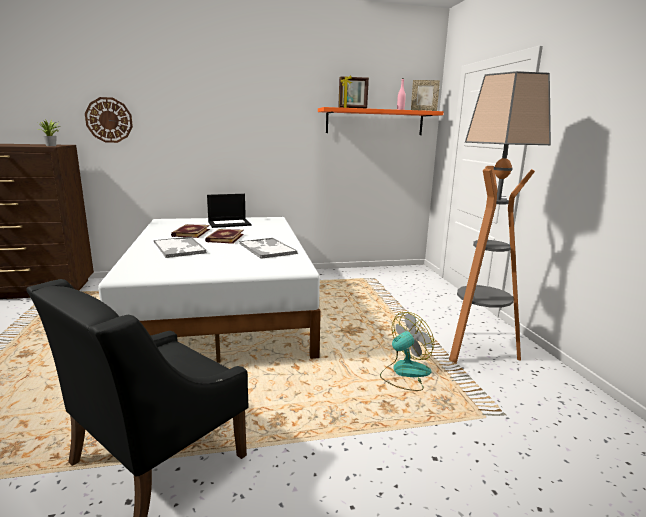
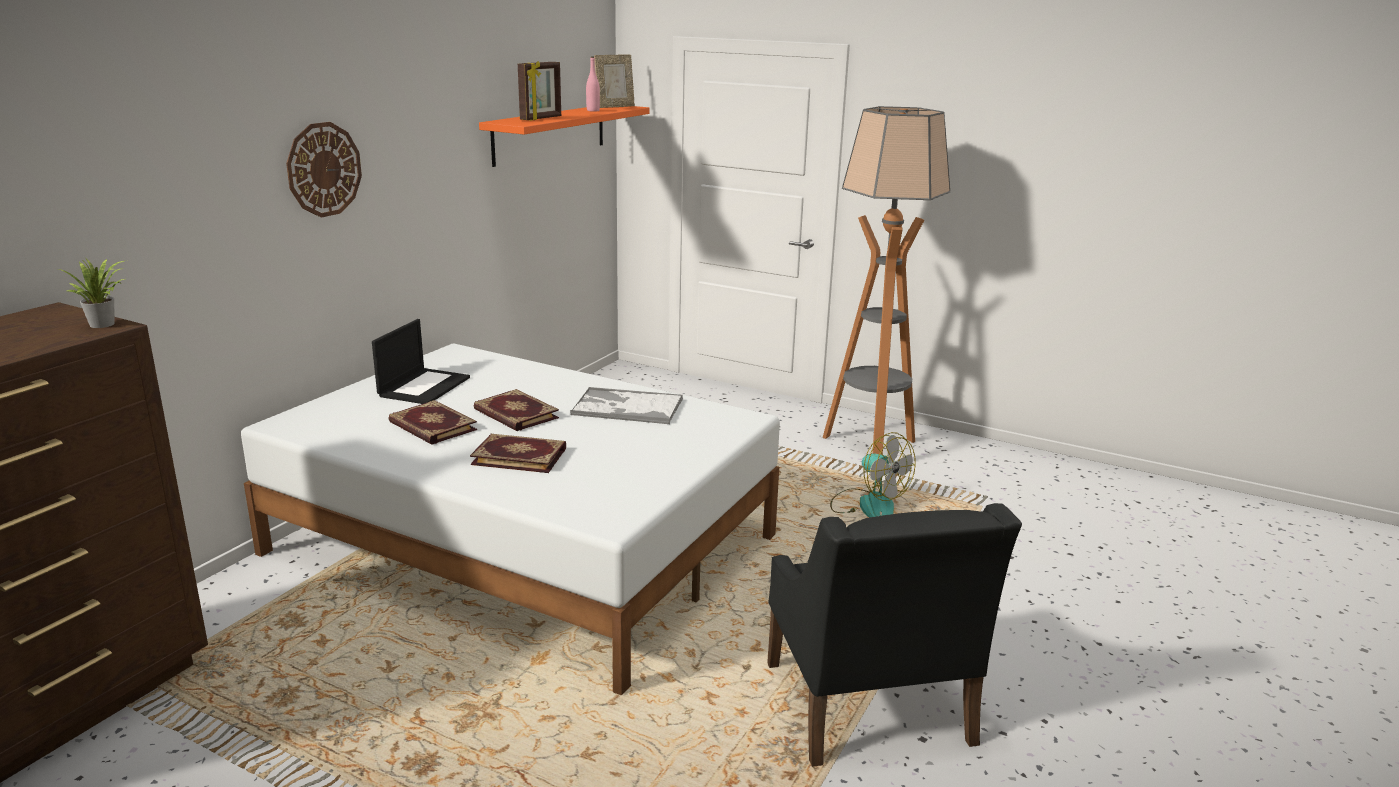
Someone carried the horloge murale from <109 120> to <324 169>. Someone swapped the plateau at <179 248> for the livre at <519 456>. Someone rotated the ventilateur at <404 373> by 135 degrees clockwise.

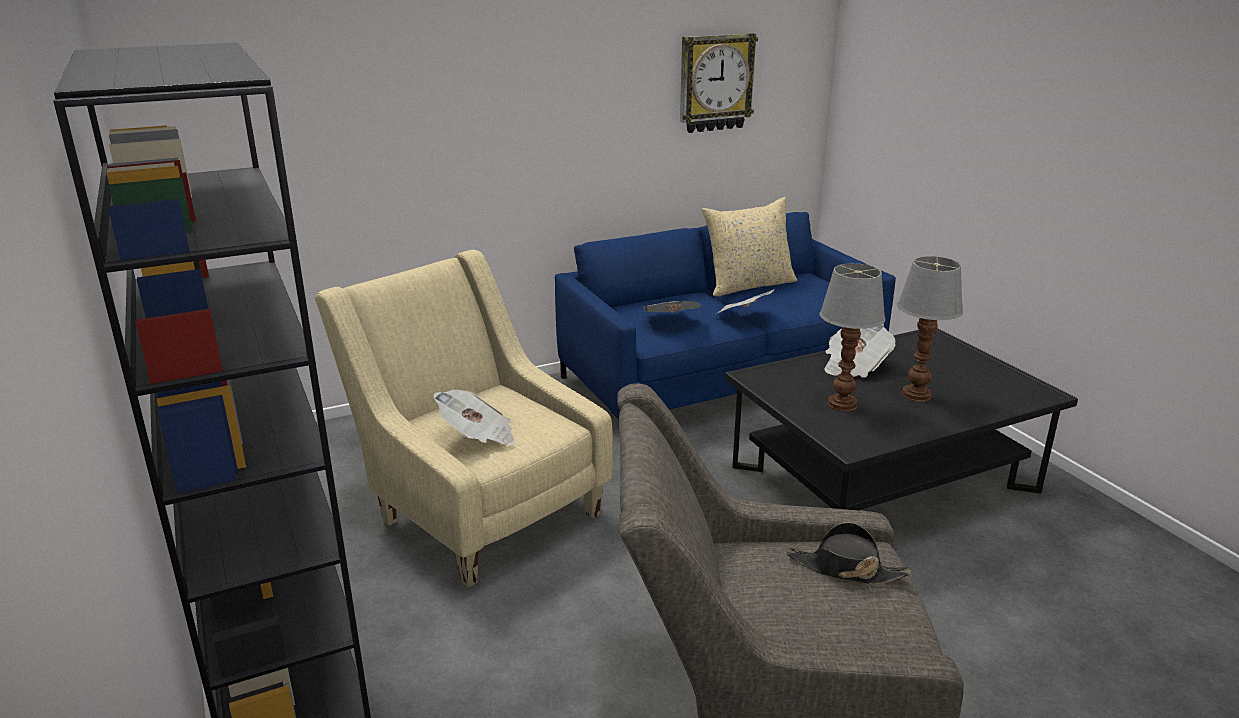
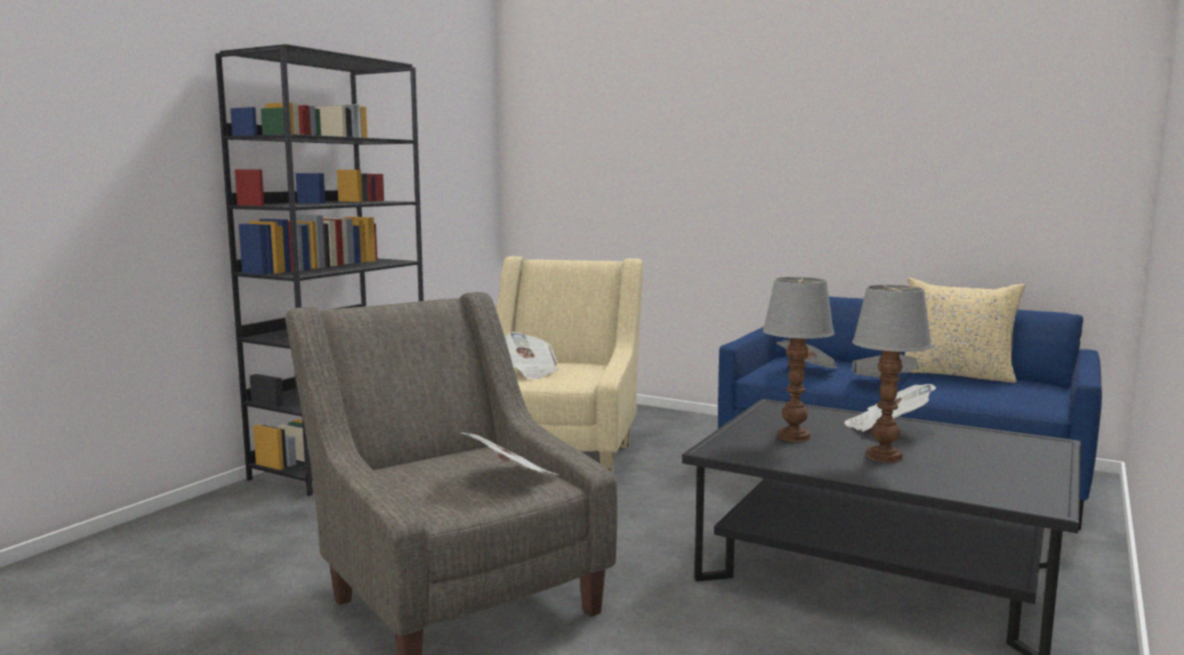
Someone took away the horloge murale at <715 83>. Someone swapped the chapeau [noir] at <846 569> for the journal at <510 479>.

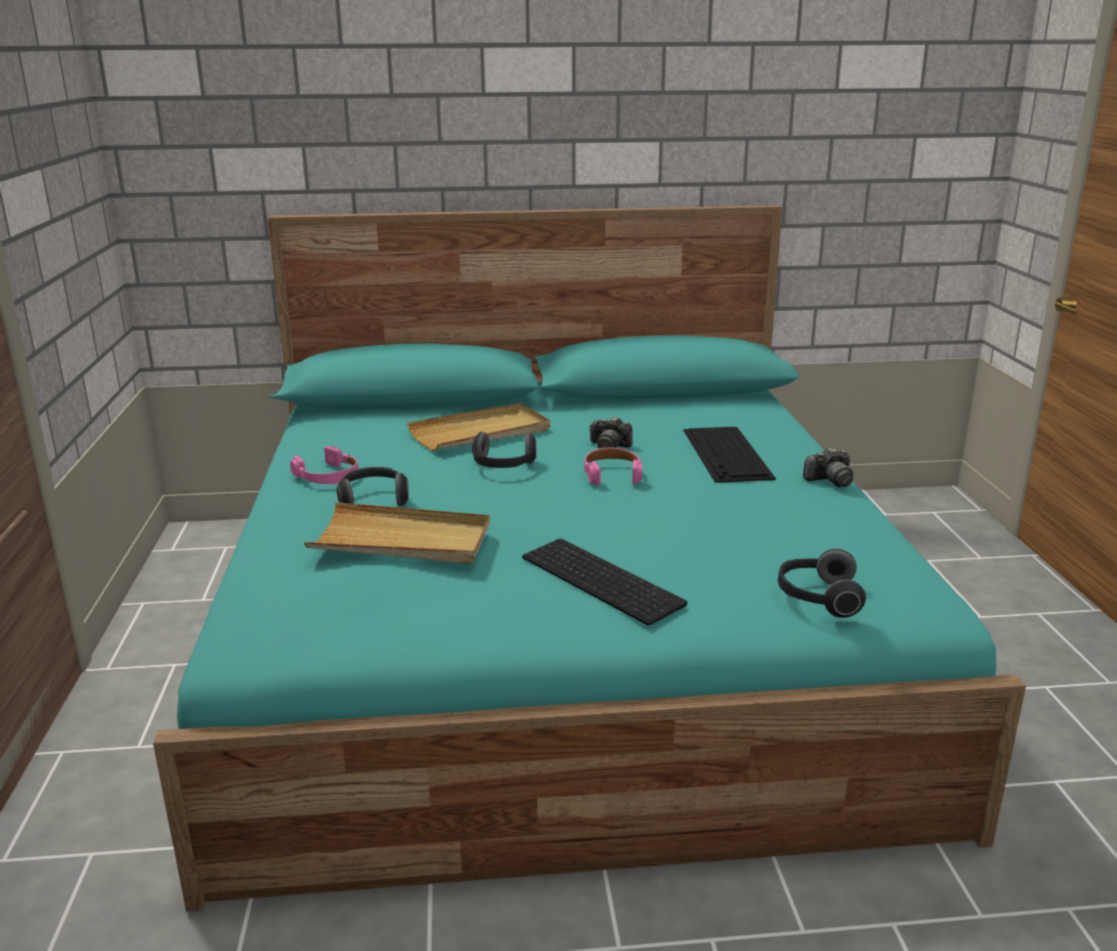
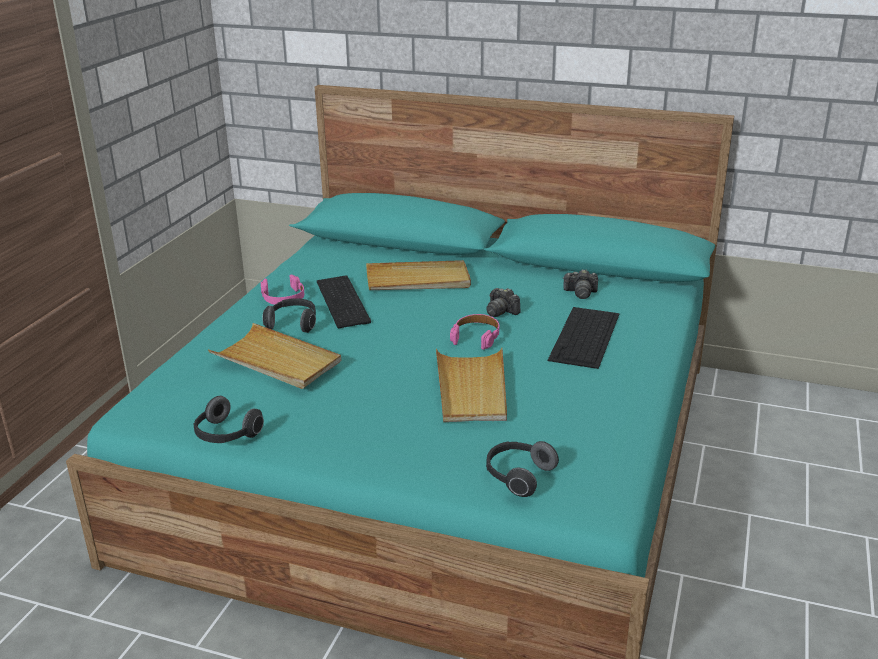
Someone carried the casque audio from <503 467> to <226 435>. Someone carried the appareil photo from <830 480> to <580 293>. Someone carried the clavier from <605 580> to <345 301>. Someone put down the plateau [beige] at <471 389>.

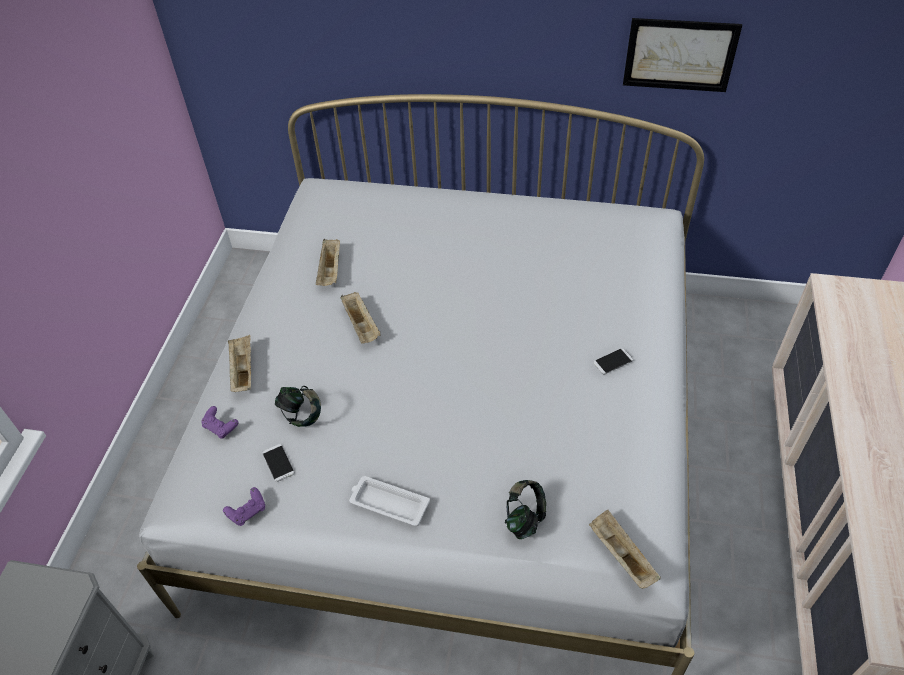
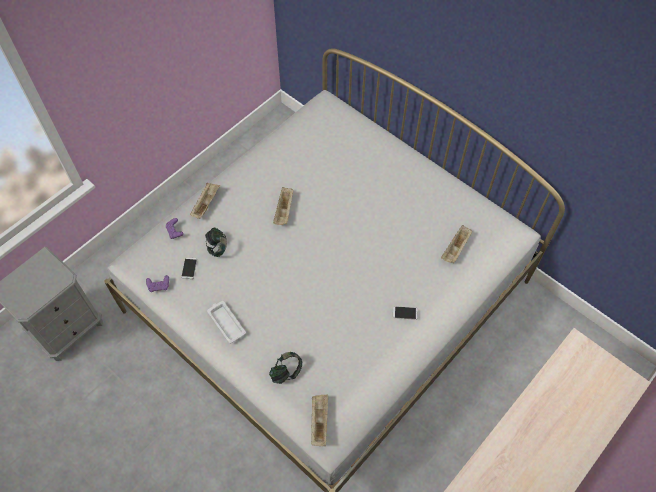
Someone took away the tableau at <680 55>. Someone carried the plateau [beige] from <330 271> to <455 249>.

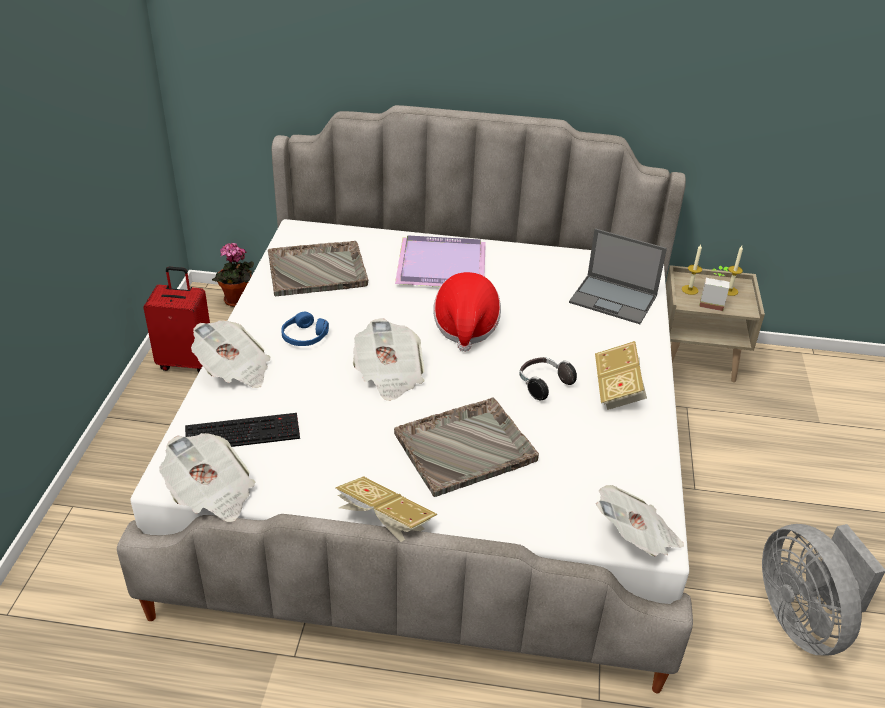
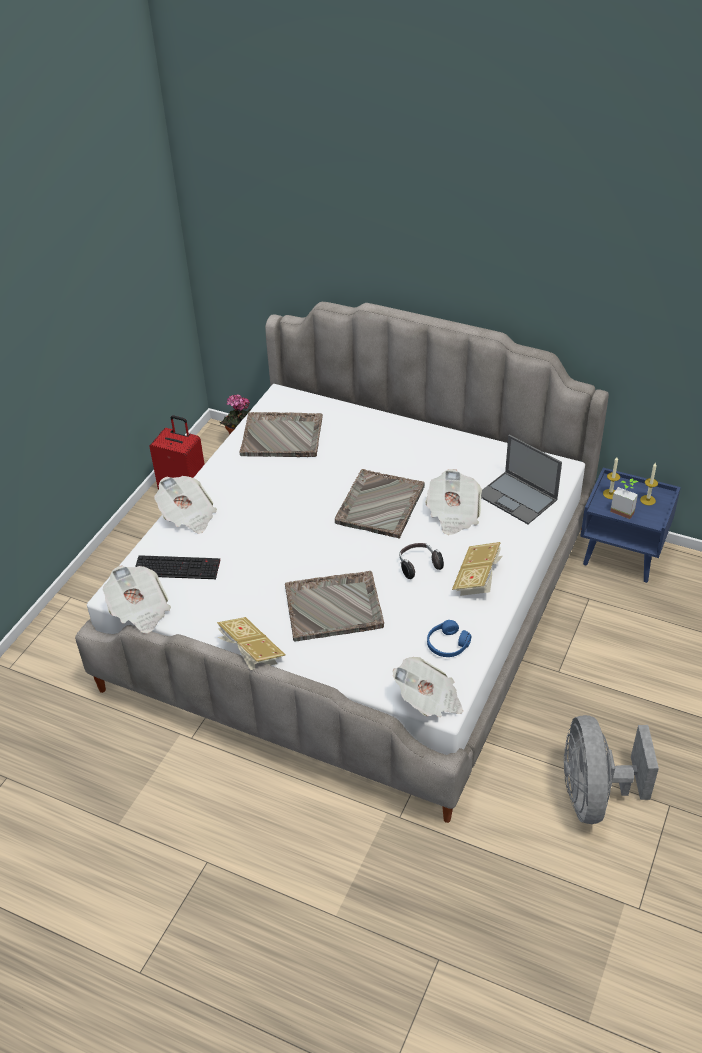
Someone took away the plateau [violet] at <440 264>. Someone repainted the table de chevet [beige] at <698 359>, which became the table de chevet [bleu] at <623 555>. Someone swapped the chapeau at <465 327> for the plateau [gris] at <379 505>. Someone carried the casque audio [bleu] from <304 336> to <447 644>. Someone carried the journal from <389 375> to <453 514>.

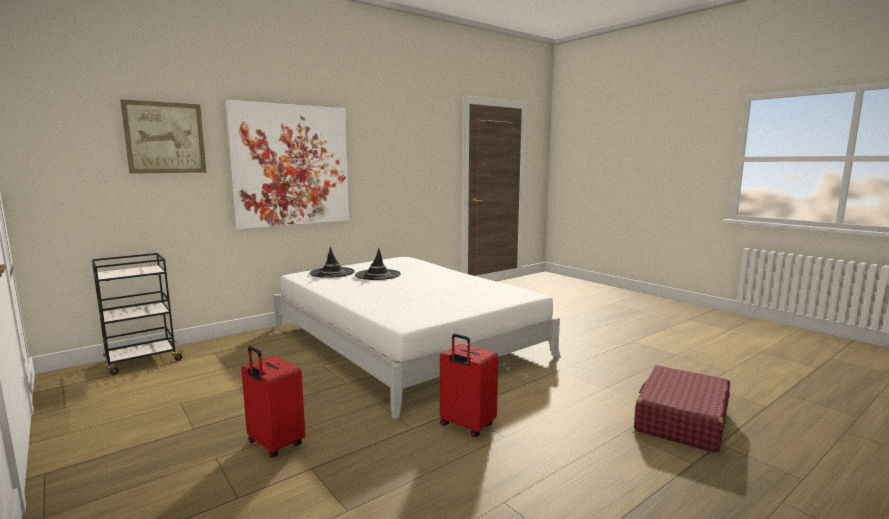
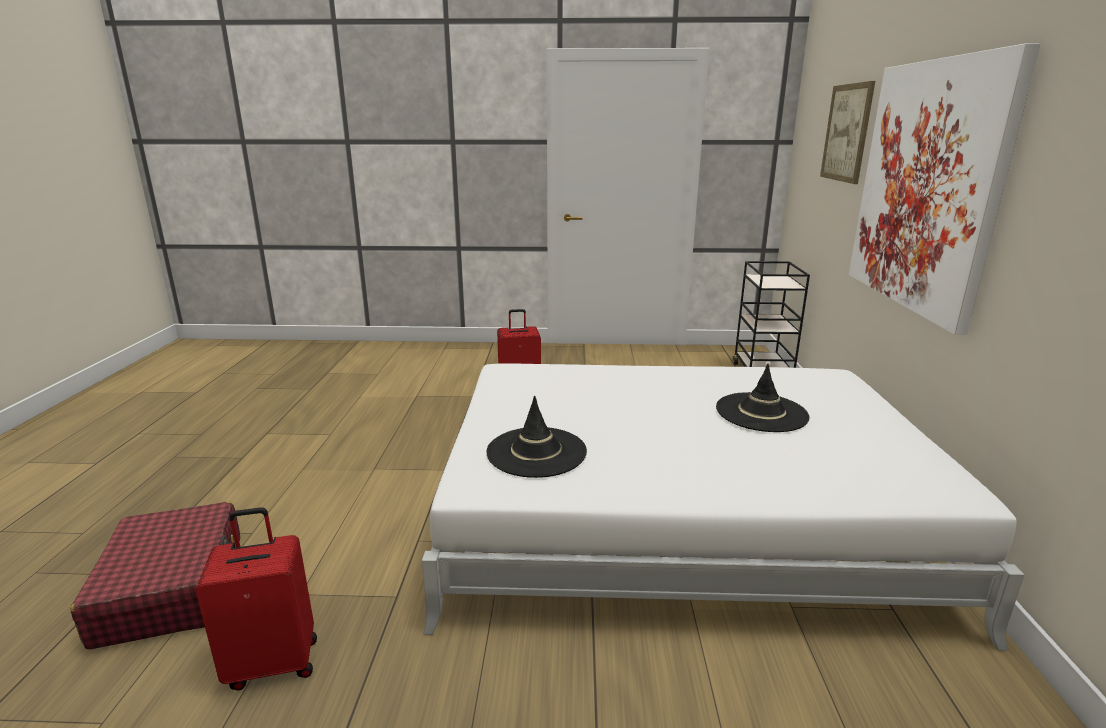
Someone carried the chapeau [noir] from <332 273> to <536 452>. Someone carried the valise [rouge] from <466 426> to <274 662>.

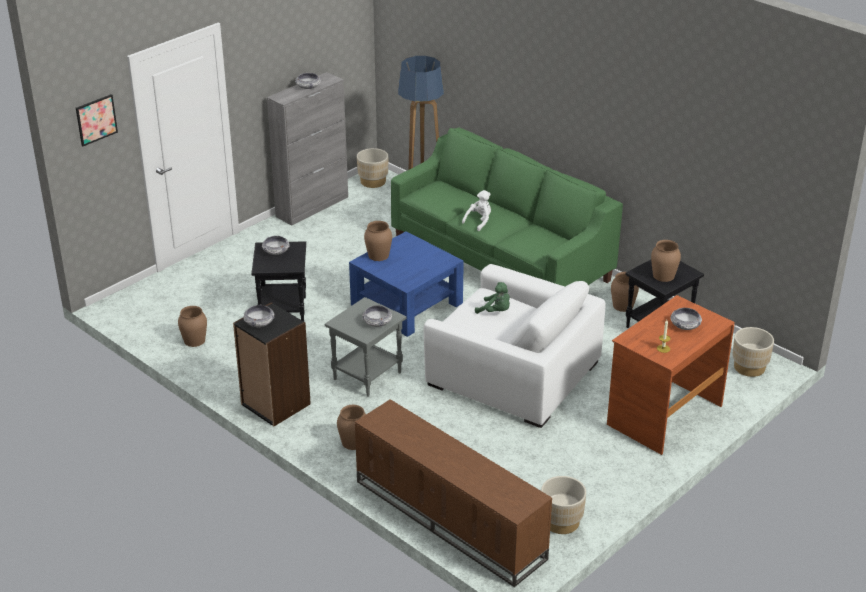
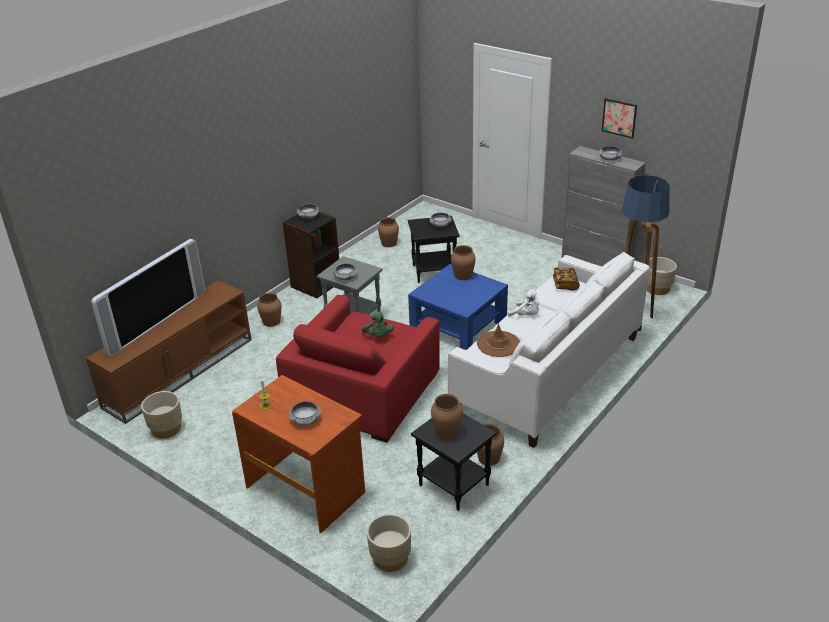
Someone carried the tableau from <96 119> to <619 118>. Someone repainted the canapé [vert] at <501 260>, which became the canapé [blanc] at <548 373>. Someone repainted the fauteuil [blanc] at <512 373>, which became the fauteuil [rouge] at <363 391>. Someone rotated the peluche [vert] at <495 311> by 45 degrees counterclockwise. Someone put down the téléviseur at <155 321>. Someone put down the livre at <565 284>. Someone put down the chapeau [marron] at <498 344>.

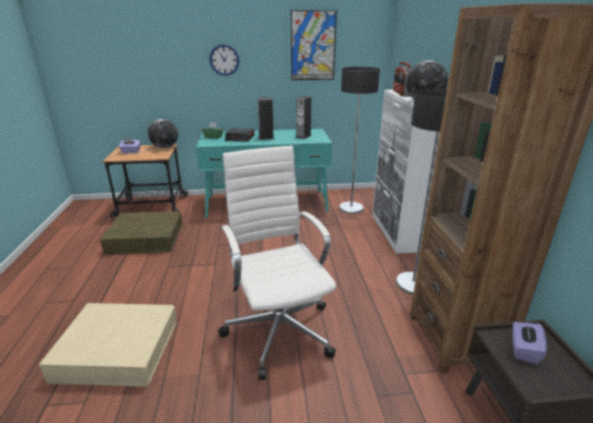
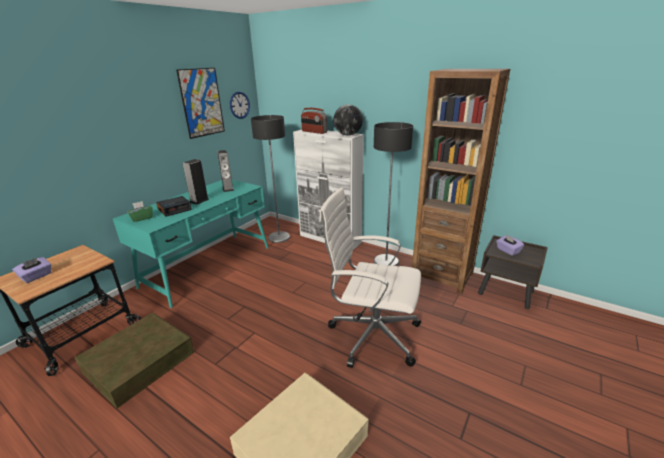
Someone carried the horloge murale from <224 60> to <239 105>. Someone took away the globe at <165 147>.

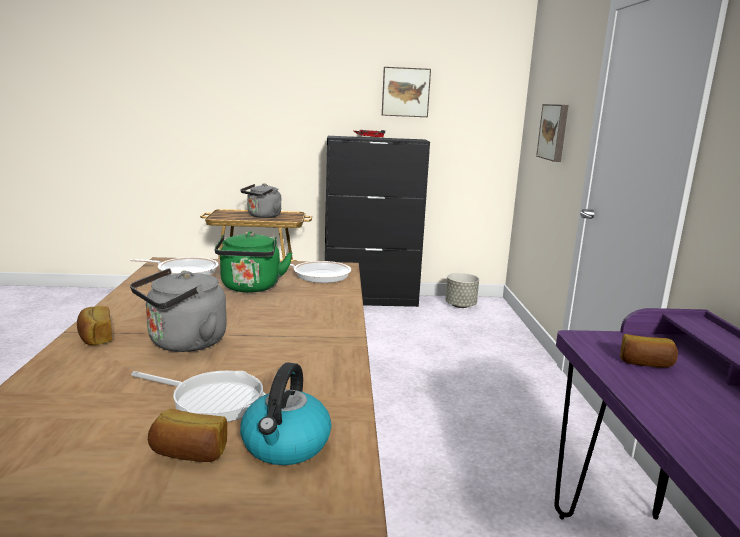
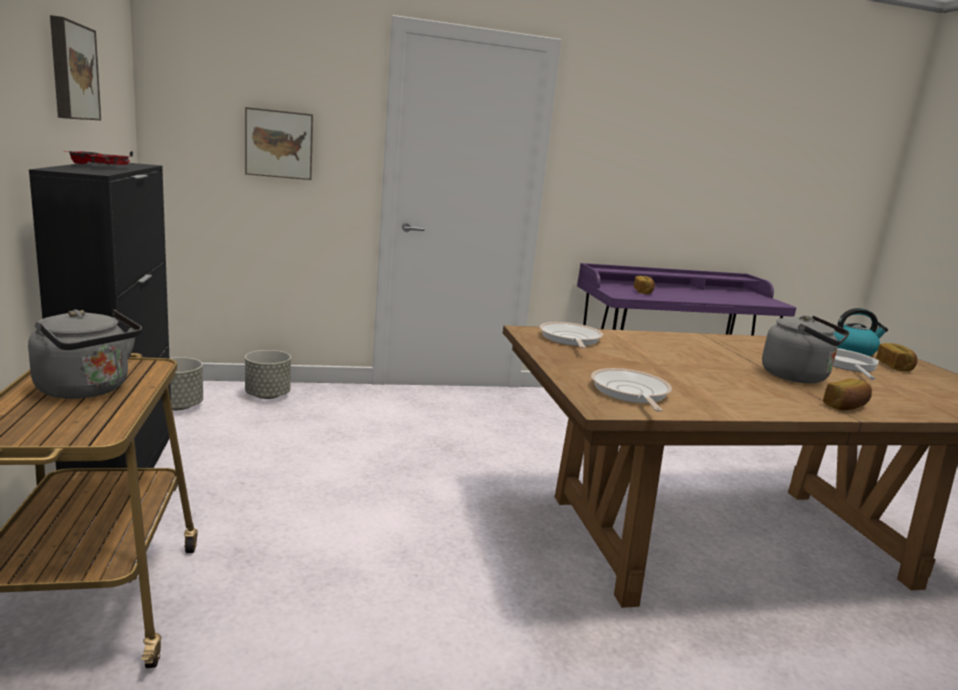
Someone took away the bouilloire [vert] at <250 288>. Someone put down the cache-pot [gris] at <268 395>.

